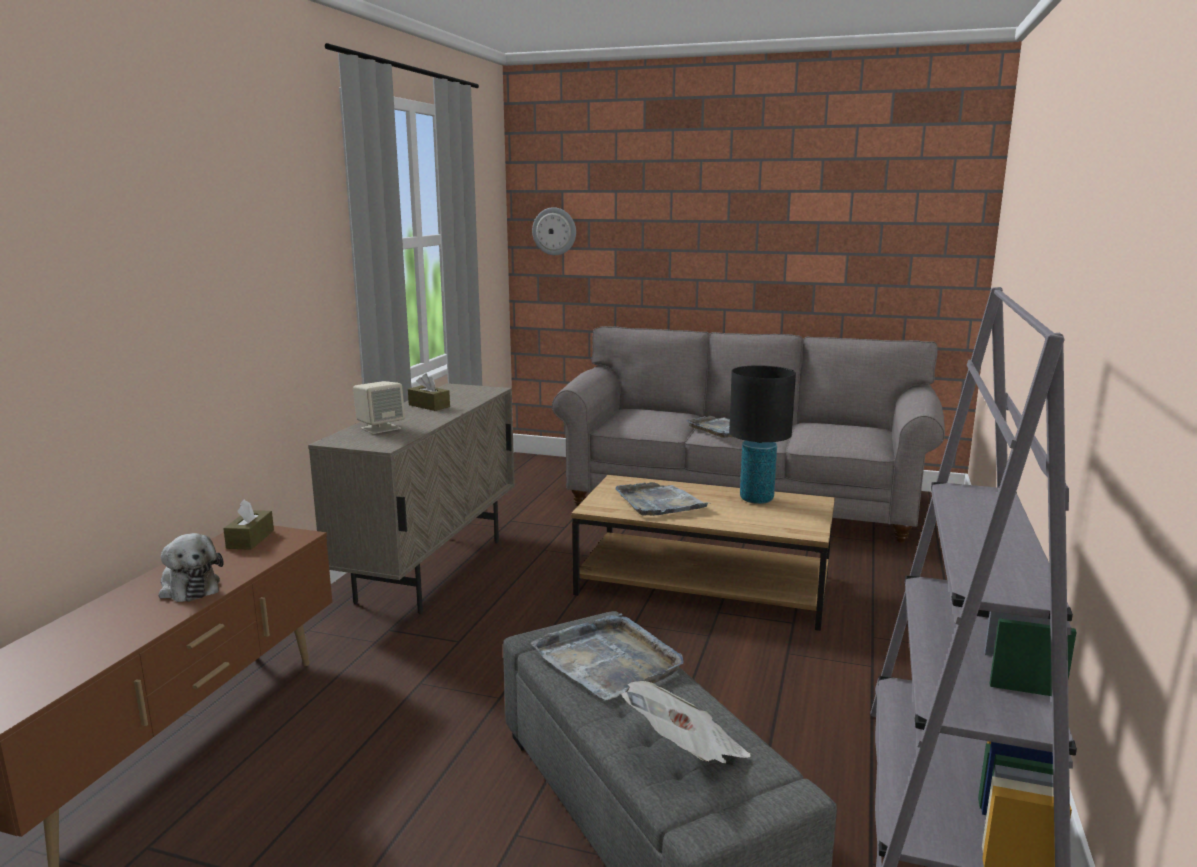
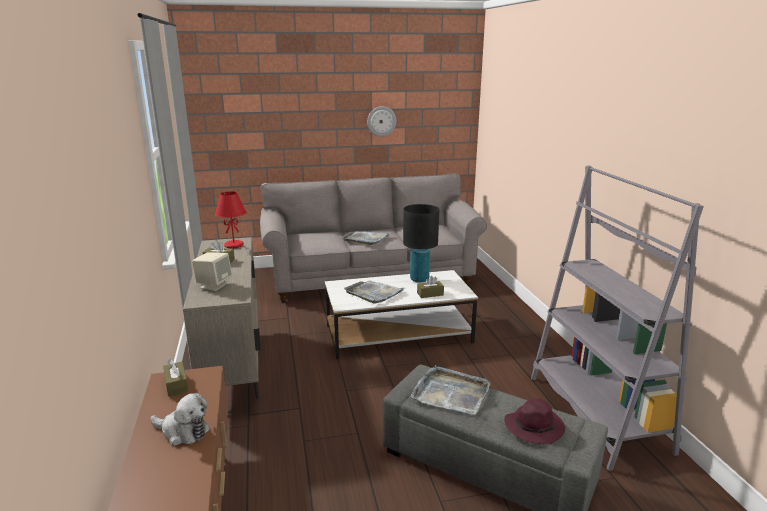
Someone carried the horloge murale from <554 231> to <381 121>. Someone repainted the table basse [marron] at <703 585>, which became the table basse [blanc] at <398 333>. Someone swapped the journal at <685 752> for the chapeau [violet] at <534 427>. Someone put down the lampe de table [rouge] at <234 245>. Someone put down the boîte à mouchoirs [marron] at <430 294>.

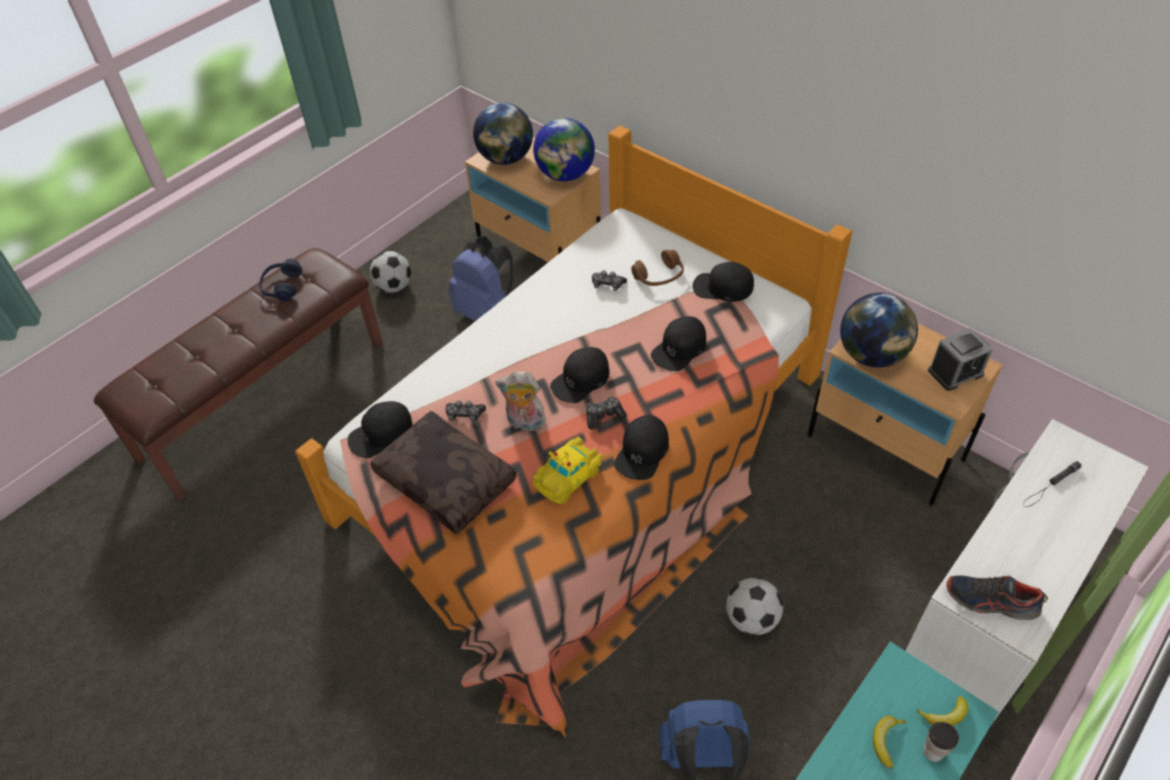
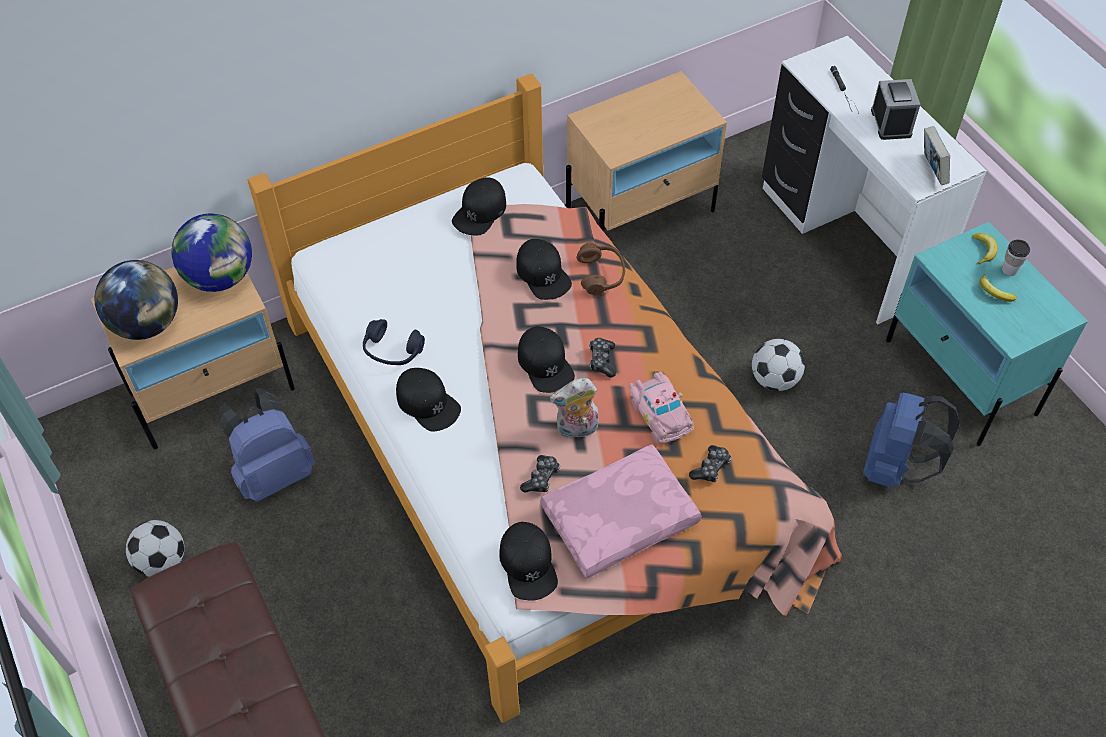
Someone carried the casque audio [marron] from <659 276> to <601 274>. Someone carried the casque audio [bleu] from <282 286> to <392 351>. Someone carried the manette from <607 285> to <711 468>. Someone took away the globe at <871 355>. Someone carried the réveil from <955 372> to <891 123>. Someone rotated the peluche at <524 423> by 45 degrees clockwise. Someone repainted the coussin [marron] at <448 479>, which became the coussin [rose] at <619 516>. Someone carried the casquette [noir] from <642 452> to <428 403>. Someone repainted the petite voiture [jaune] at <569 476>, which became the petite voiture [rose] at <661 413>. Someone swapped the chaussure at <990 601> for the livre at <931 170>.

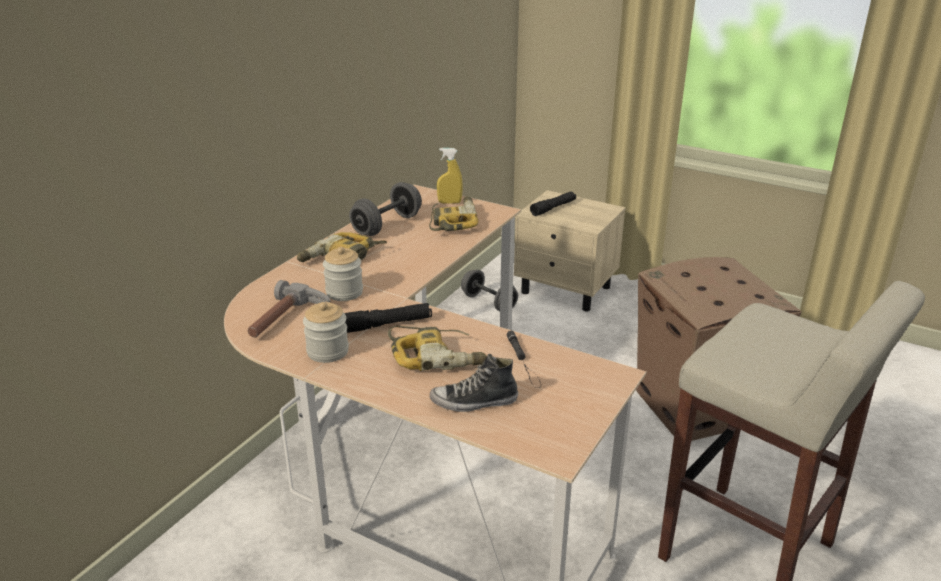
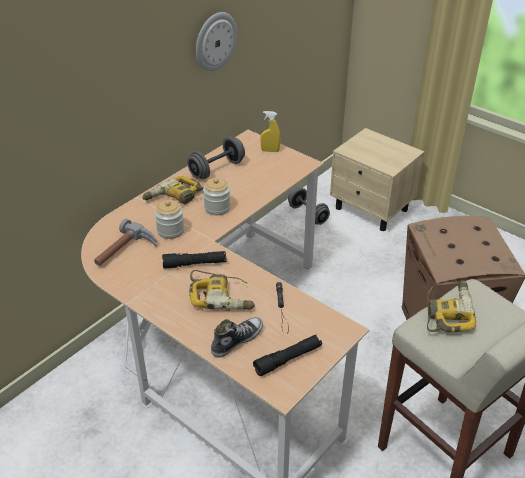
Someone carried the lampe de poche [noir] from <553 208> to <288 359>. Someone carried the perceuse from <452 221> to <447 311>. Someone carried the bocal from <328 351> to <217 208>. Someone rotated the chaussure at <474 402> by 135 degrees clockwise. Someone put up the horloge murale at <215 41>.

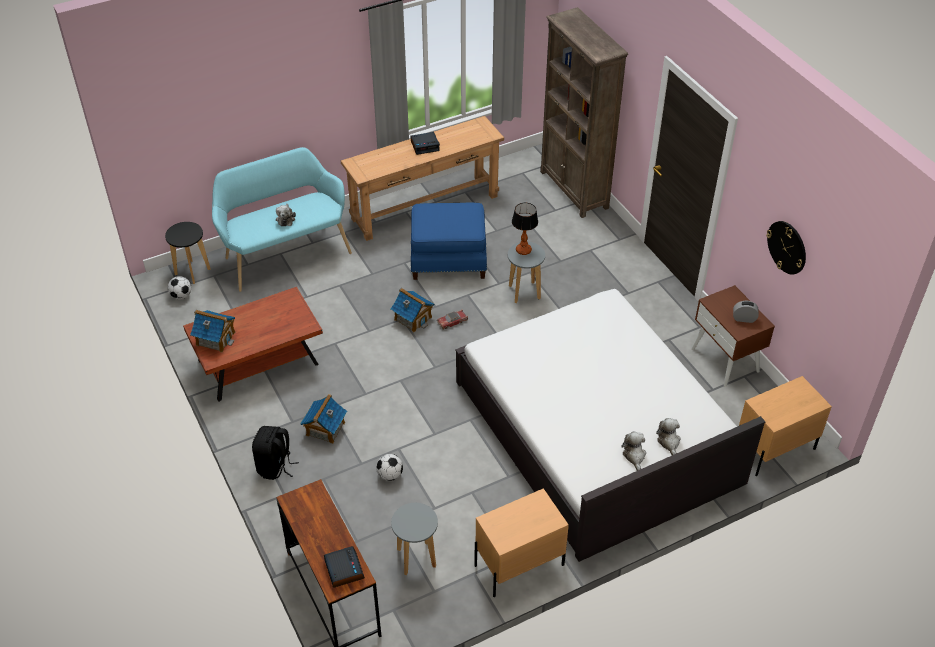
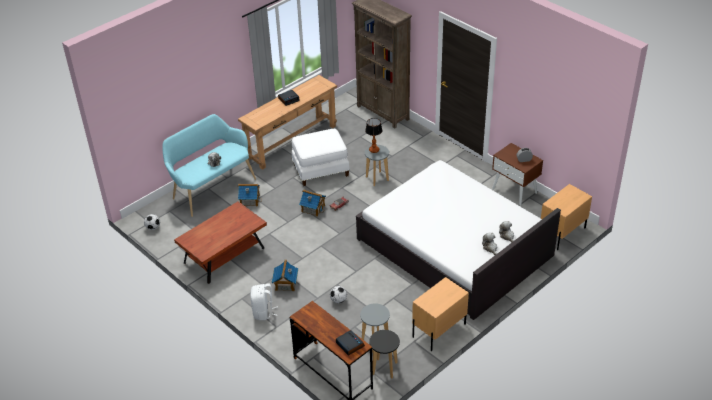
Someone repainted the pouf [bleu] at <448 259>, which became the pouf [blanc] at <320 169>. Someone took away the horloge murale at <787 247>. Someone carried the tabouret [noir] from <192 272> to <384 368>. Someone carried the maison miniature from <215 338> to <249 200>. Someone repainted the sac à dos [noir] at <275 466>, which became the sac à dos [blanc] at <263 312>.

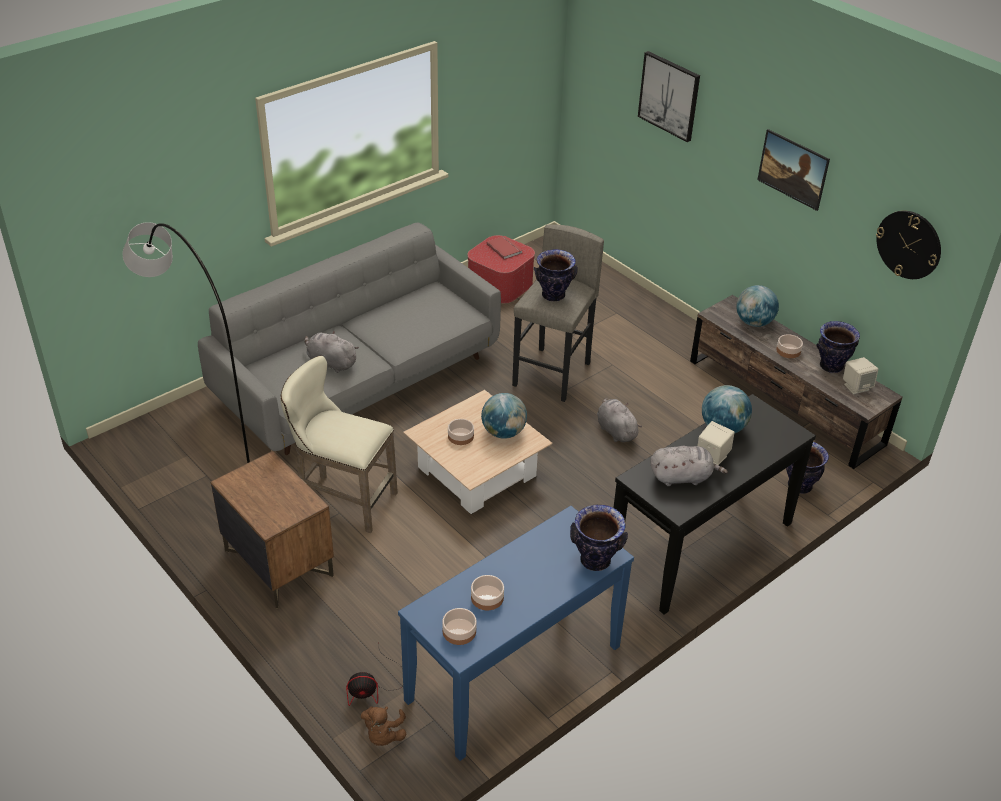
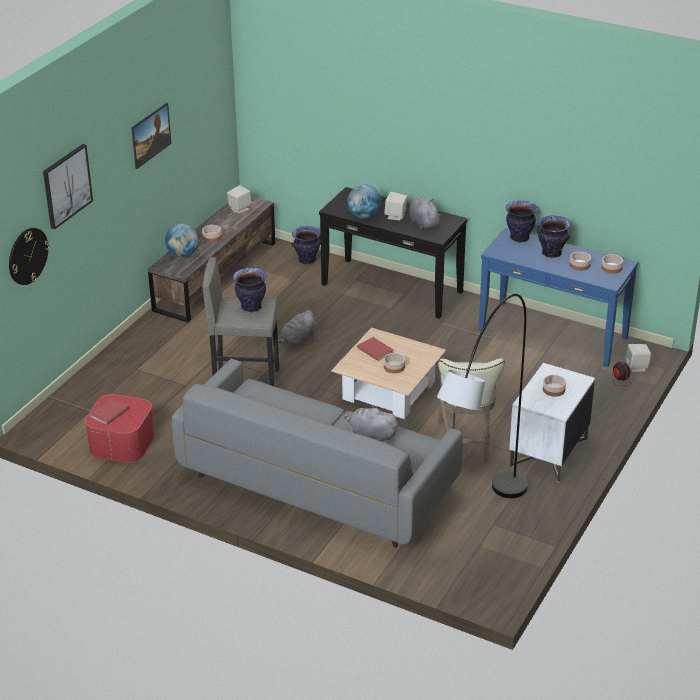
Someone carried the horloge murale from <909 244> to <27 256>. Someone carried the vase from <831 366> to <551 253>. Someone rotated the peluche [gris] at <330 363> by 105 degrees clockwise. Someone swapped the globe at <503 432> for the livre [rouge] at <376 349>. Someone repainted the table de chevet [marron] at <278 563>, which became the table de chevet [blanc] at <548 453>. Someone swapped the peluche [marron] at <383 735> for the enceinte [beige] at <637 367>. Someone put down the bol at <554 390>.

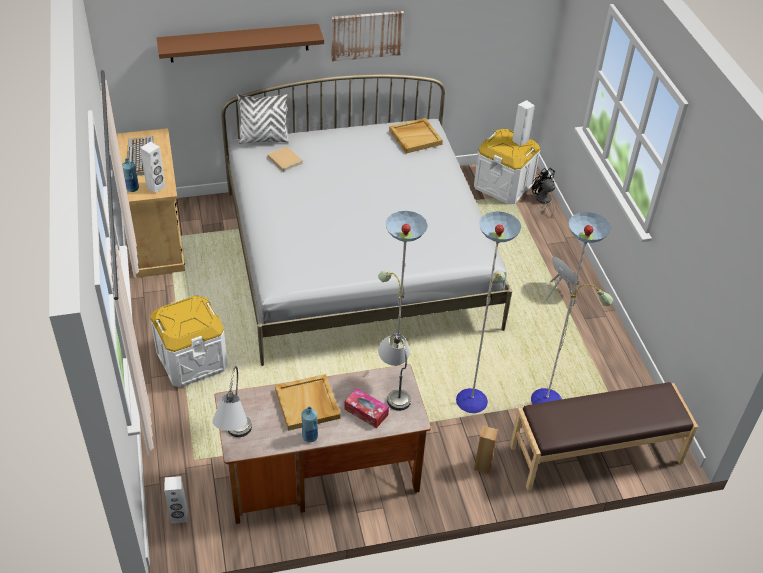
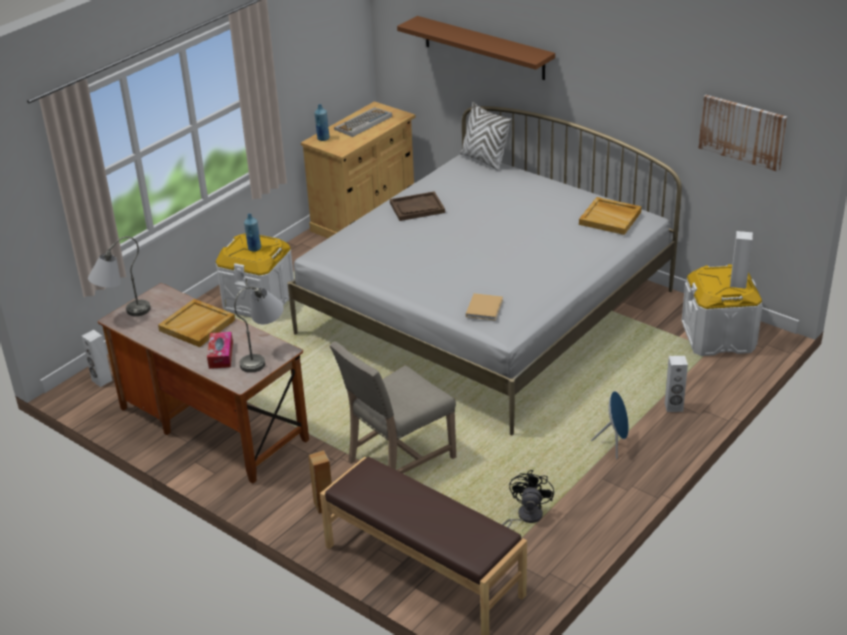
Someone carried the tableau from <367 35> to <742 131>. Someone carried the enceinte [blanc] from <156 187> to <673 407>. Someone carried the livre [beige] from <284 159> to <484 307>. Someone carried the ventilateur [noir] from <543 201> to <525 517>. Someone swapped the lampadaire at <471 399> for the chaise [beige] at <397 459>. Someone carried the bouteille [bleu] from <309 436> to <254 248>. Someone put down the plateau [marron] at <417 208>.

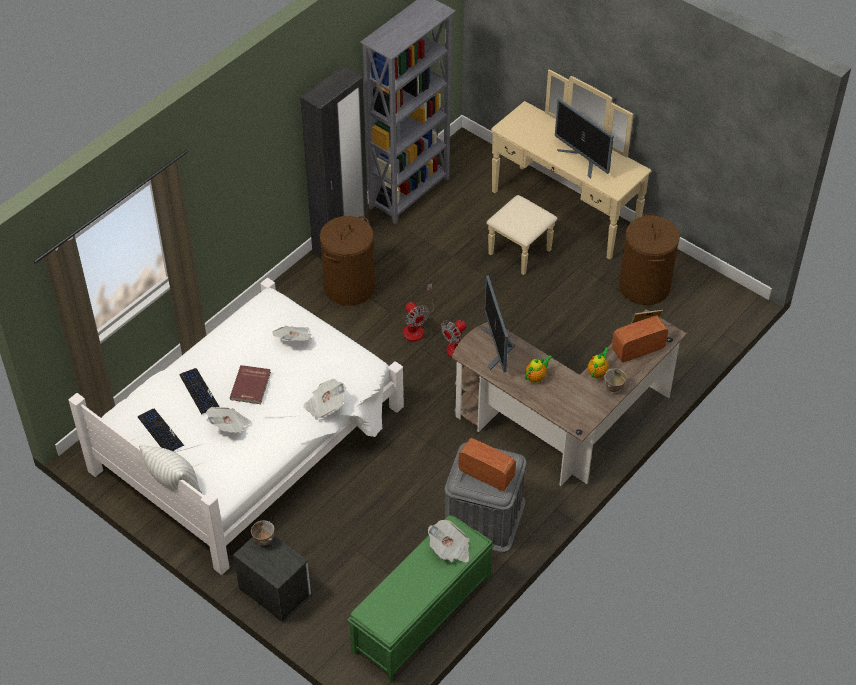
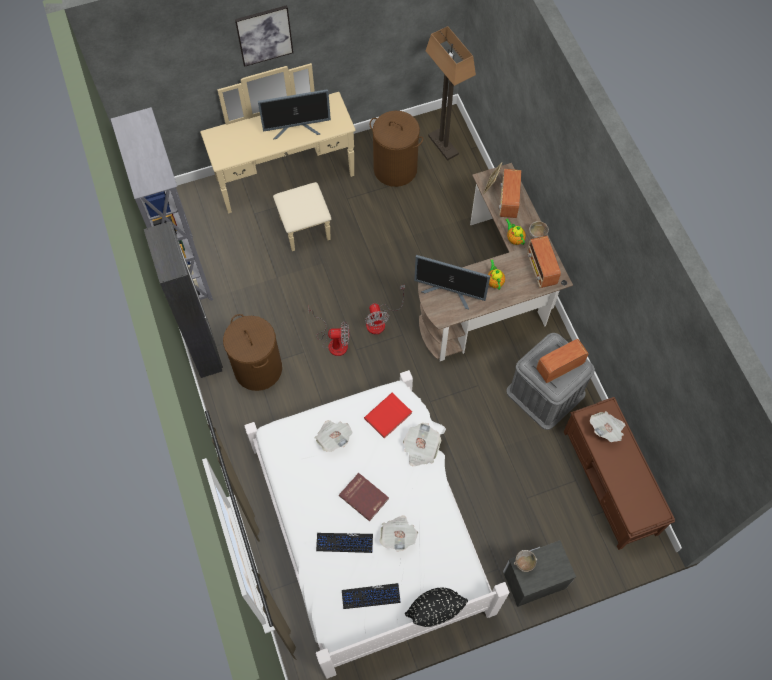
Someone repainted the coussin [blanc] at <174 484>, which became the coussin [noir] at <434 611>. Someone repainted the banc [vert] at <421 615>, which became the banc [marron] at <610 482>. Someone put up the tableau at <264 35>. Someone put down the lampadaire at <443 145>. Someone put down the radio at <541 269>. Someone put down the livre [rouge] at <388 416>.

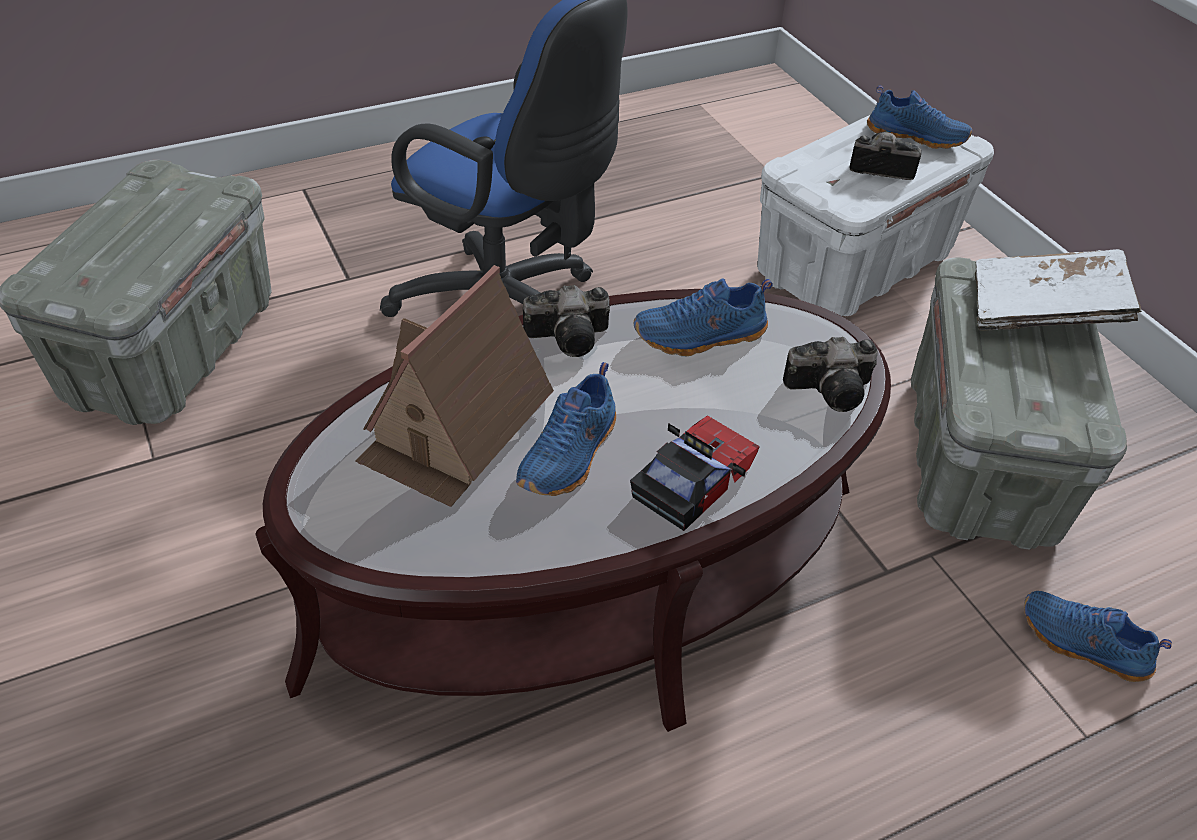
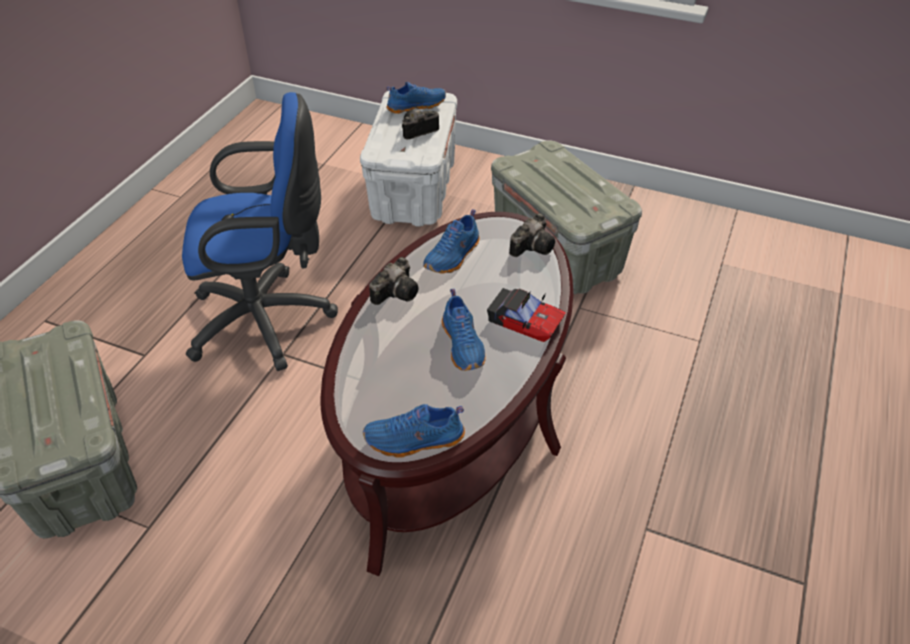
Someone took away the livre [blanc] at <1043 311>. Someone took away the maison miniature at <455 428>. Someone rotated the petite voiture at <693 480> by 120 degrees clockwise. Someone carried the chaussure [bleu] from <1082 645> to <414 441>.

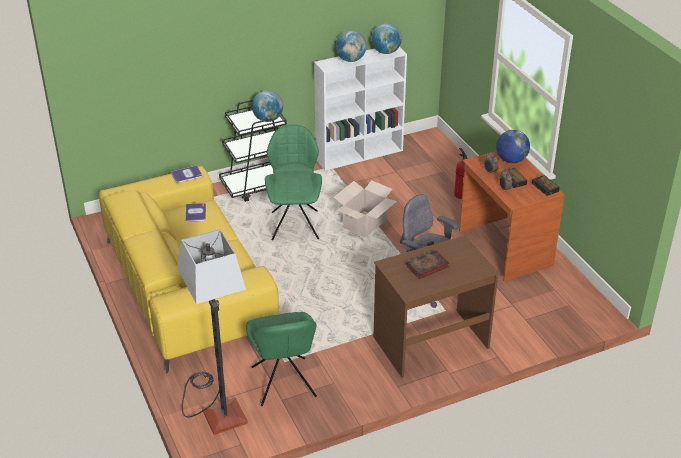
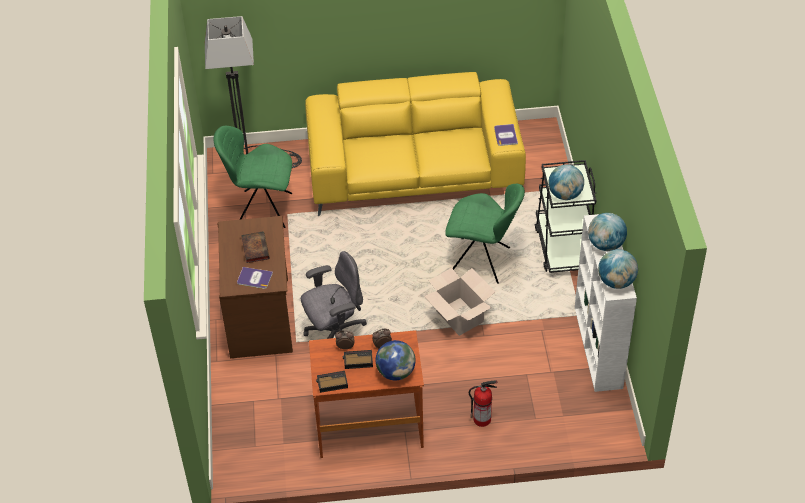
Someone carried the livre from <195 213> to <254 278>.

